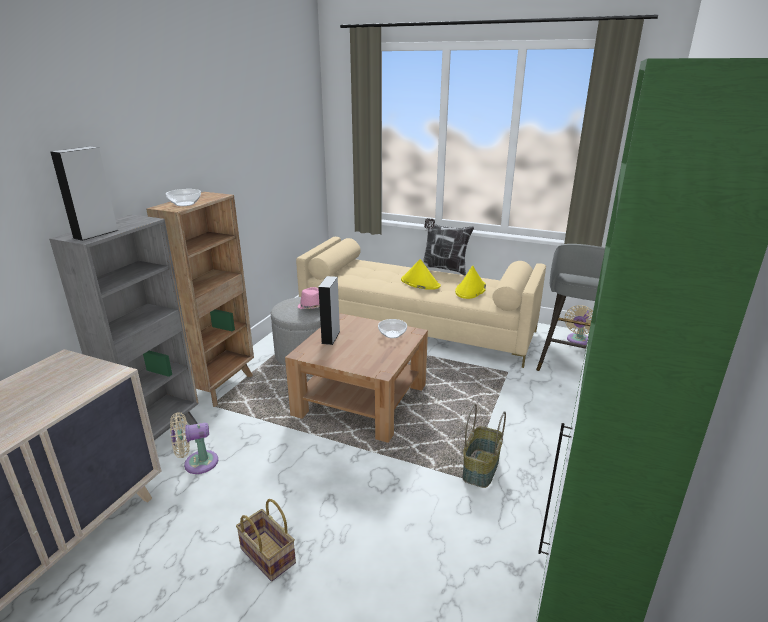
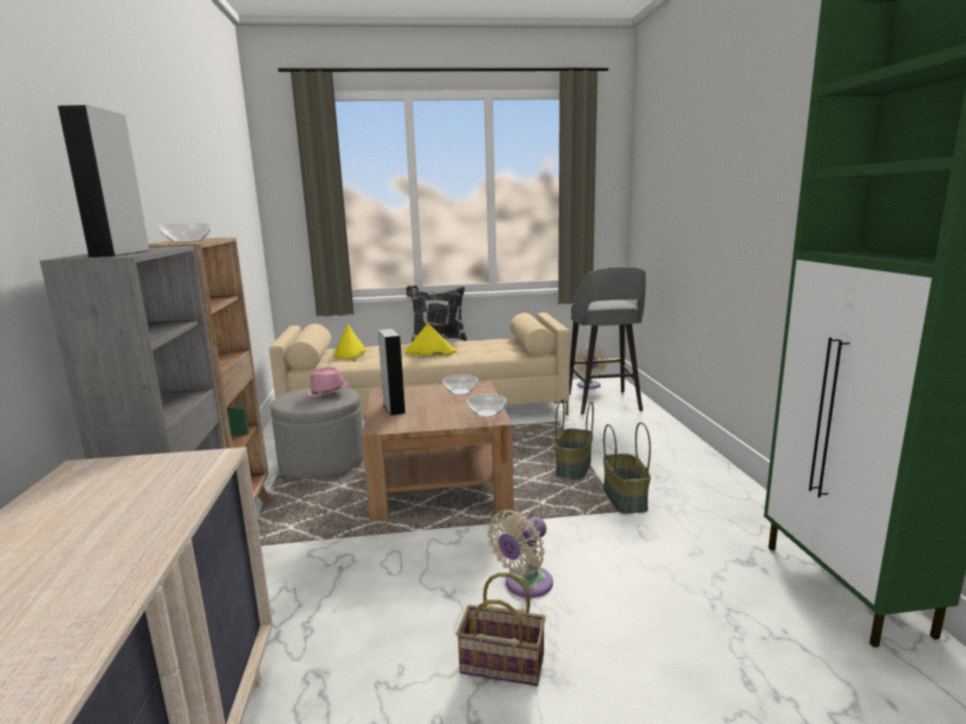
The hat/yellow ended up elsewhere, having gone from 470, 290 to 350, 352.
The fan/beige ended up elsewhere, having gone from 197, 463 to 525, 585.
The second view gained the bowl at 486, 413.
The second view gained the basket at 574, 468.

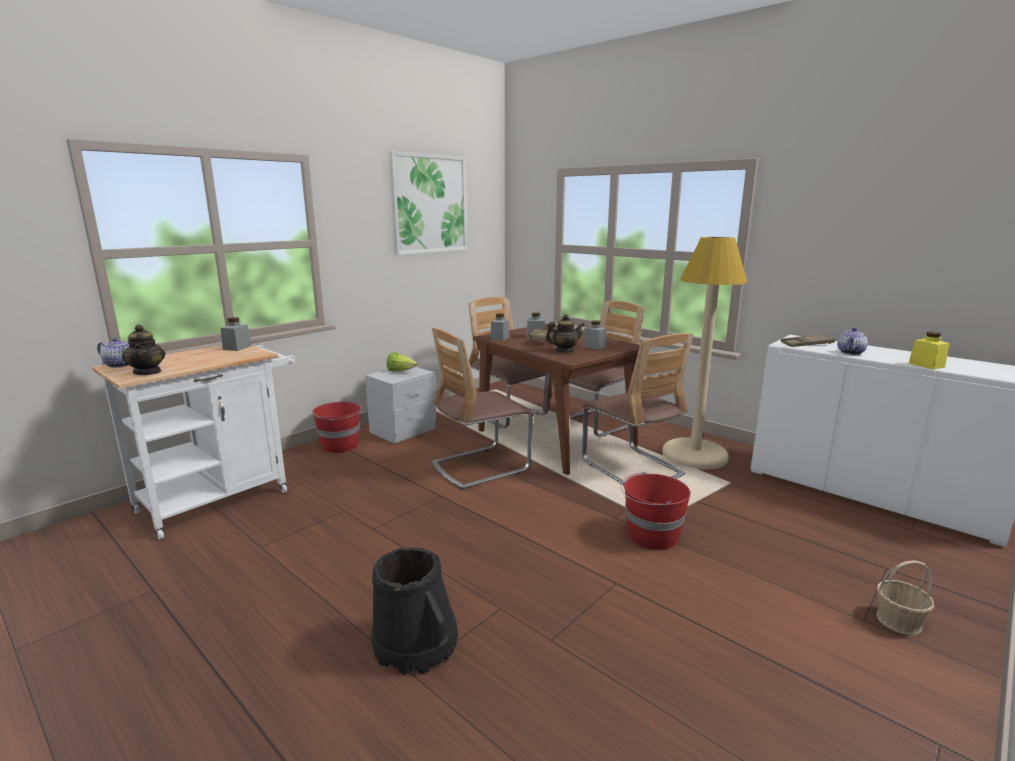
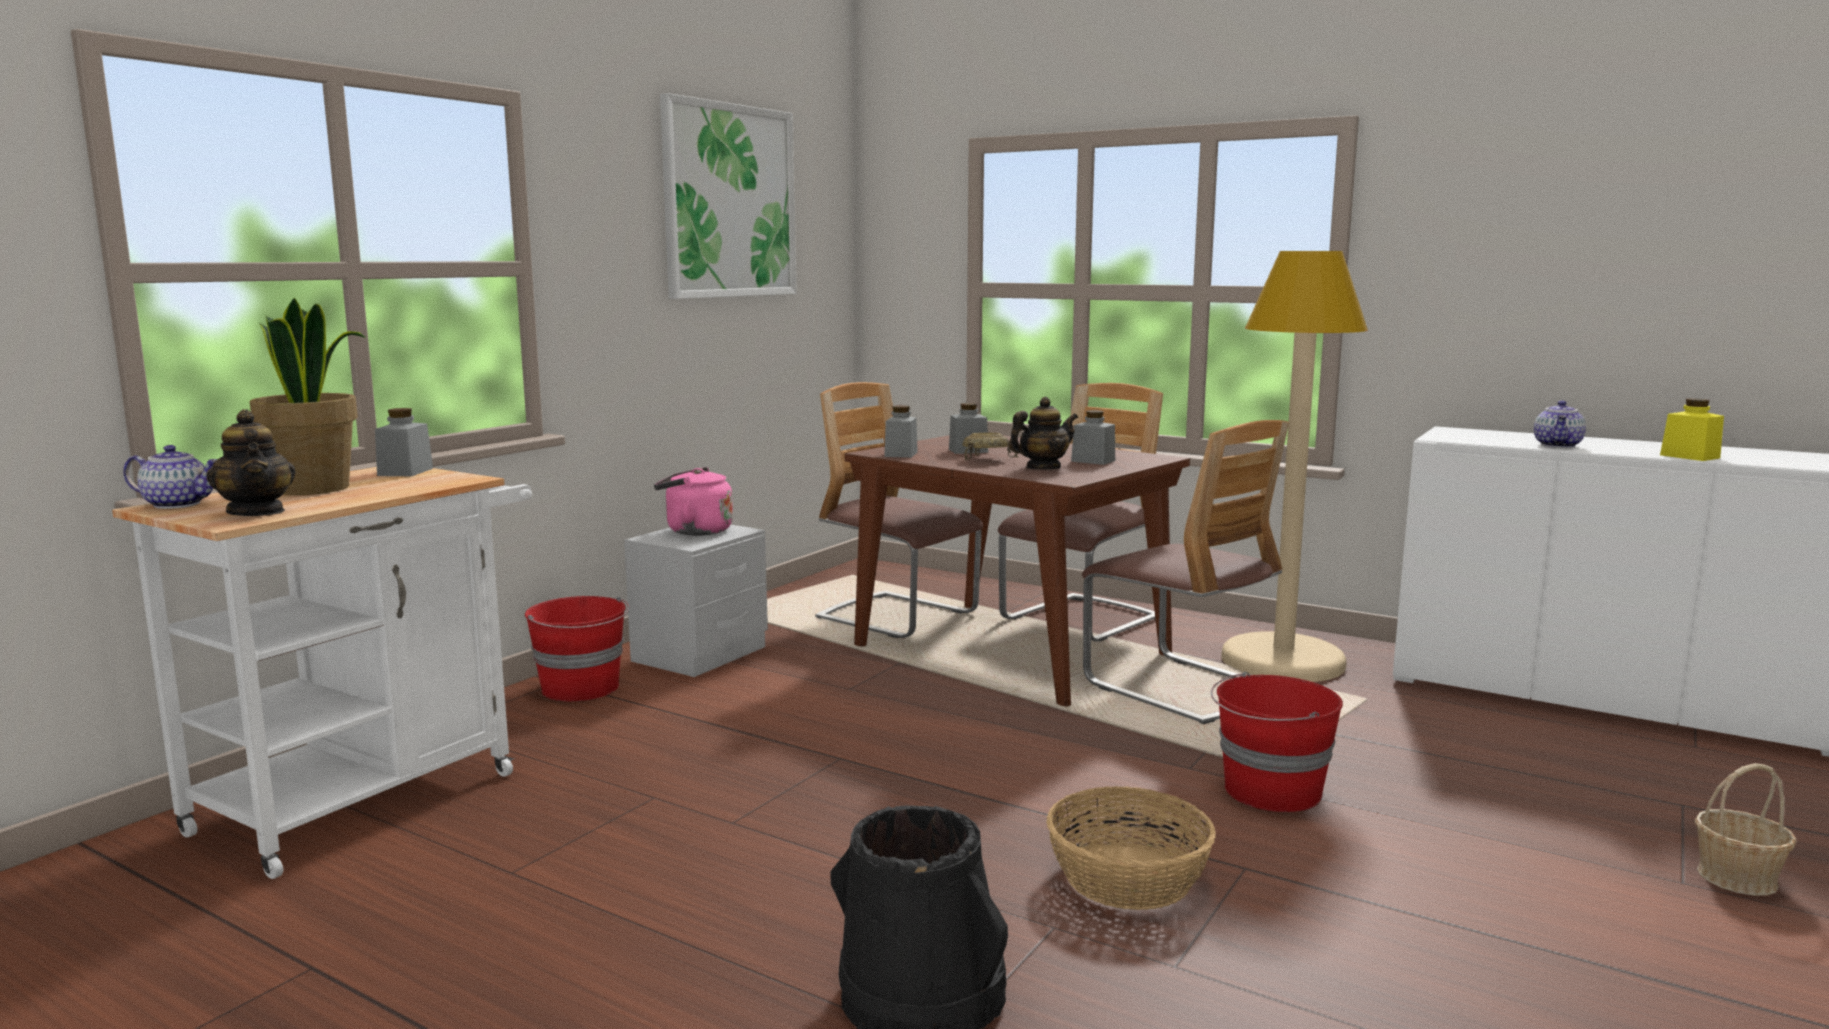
The second view lost the chair at 480, 467.
The second view lost the tray/brown at 806, 344.
Where the lettuce stood at 400, 371, the kettle/pink came to stand at 695, 531.
The second view gained the potted plant at 315, 488.
The second view gained the basket at 1126, 878.

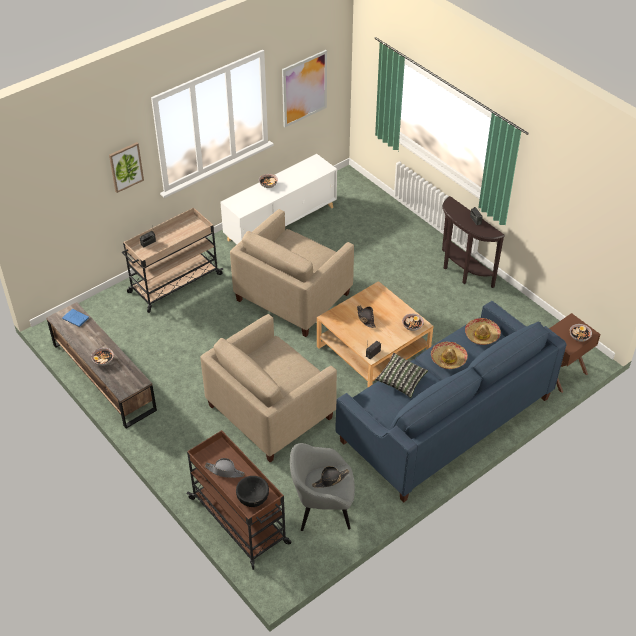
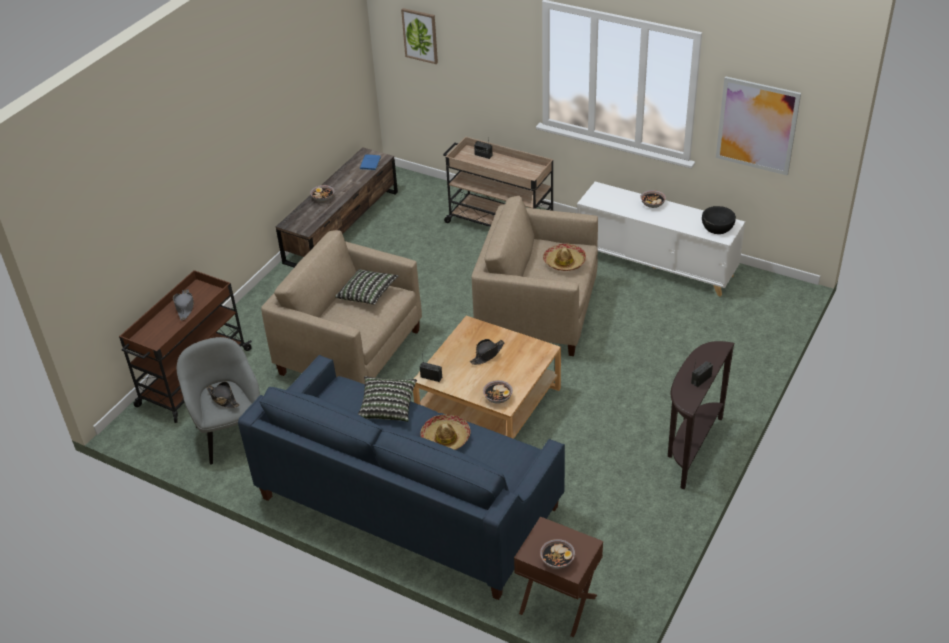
The picture ended up elsewhere, having gone from 126, 167 to 420, 35.
The hat ended up elsewhere, having gone from 482, 335 to 564, 262.
The bowl/black ended up elsewhere, having gone from 253, 497 to 717, 227.
The second view gained the pillow at 367, 294.

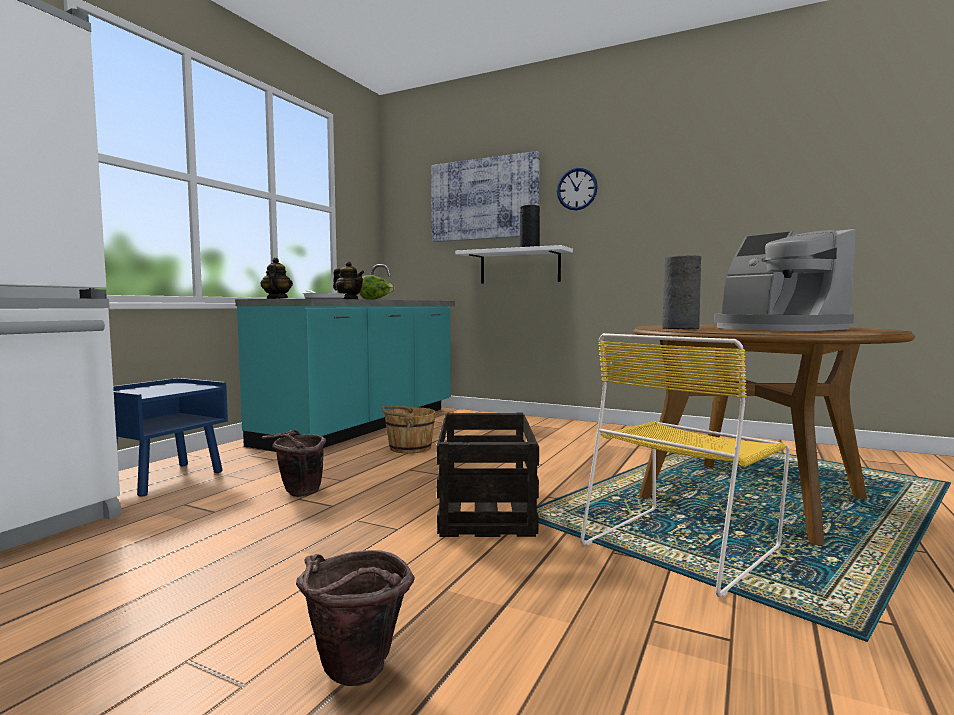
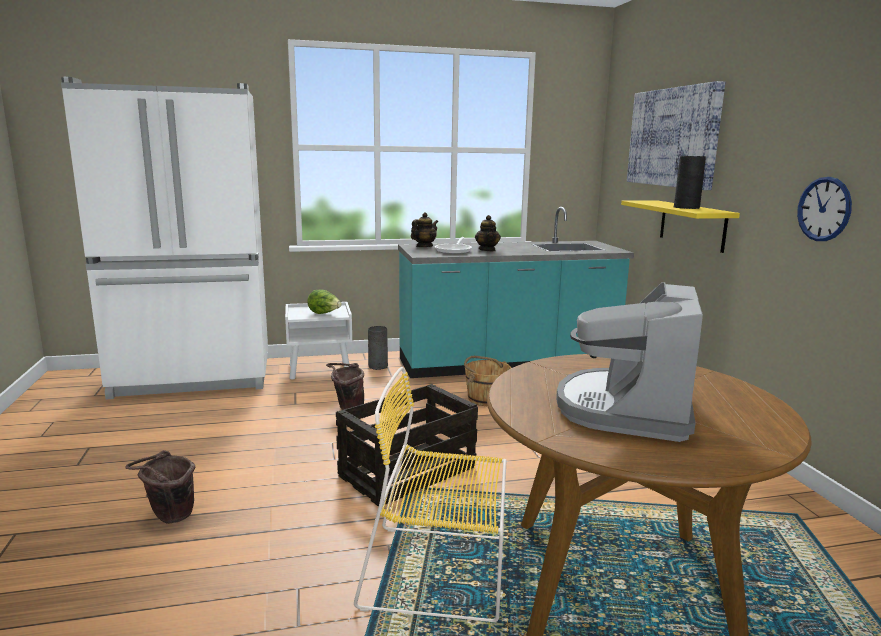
The wall clock ended up elsewhere, having gone from 577, 189 to 824, 209.
What was the shelf/white at 519, 266 turned into the shelf/yellow at 692, 225.
The vase/grey ended up elsewhere, having gone from 680, 328 to 378, 366.
The lettuce ended up elsewhere, having gone from 375, 299 to 324, 314.
What was the nightstand/blue at 165, 479 turned into the nightstand/white at 320, 370.

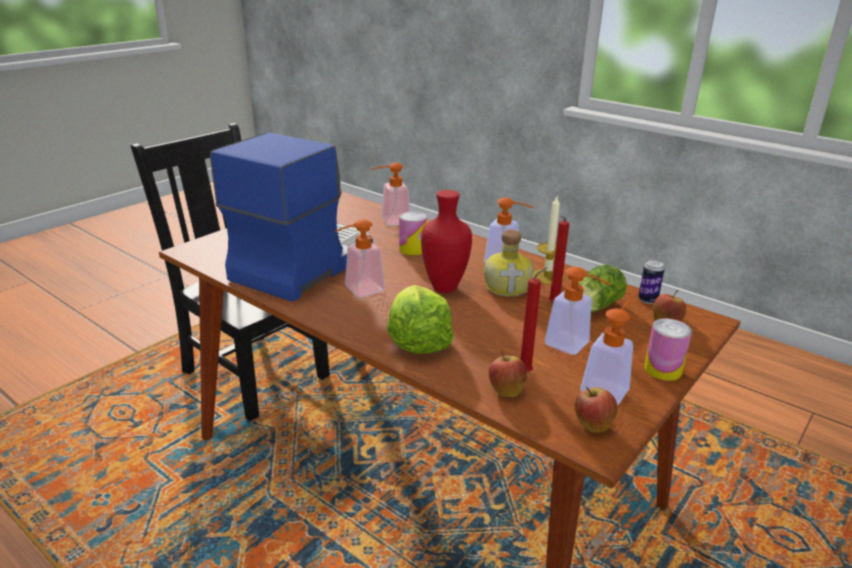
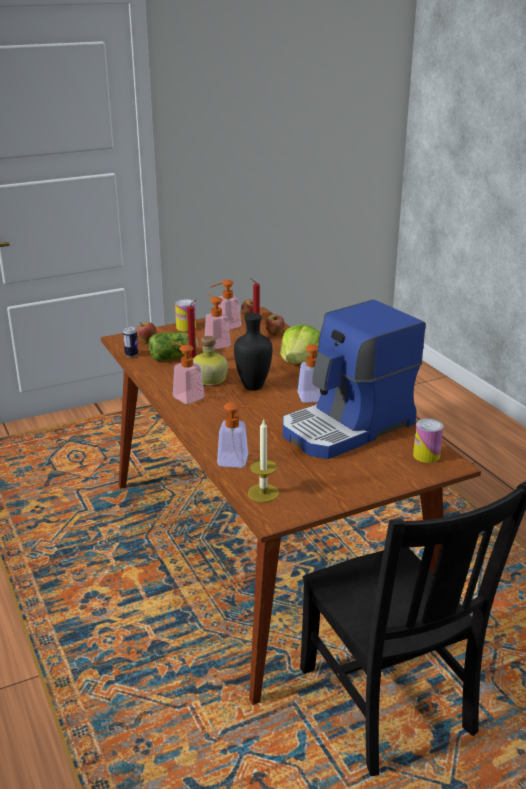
What was the vase/red at 444, 289 turned into the vase/black at 254, 386.
The candle ended up elsewhere, having gone from 547, 276 to 263, 493.
The can ended up elsewhere, having gone from 412, 249 to 426, 455.

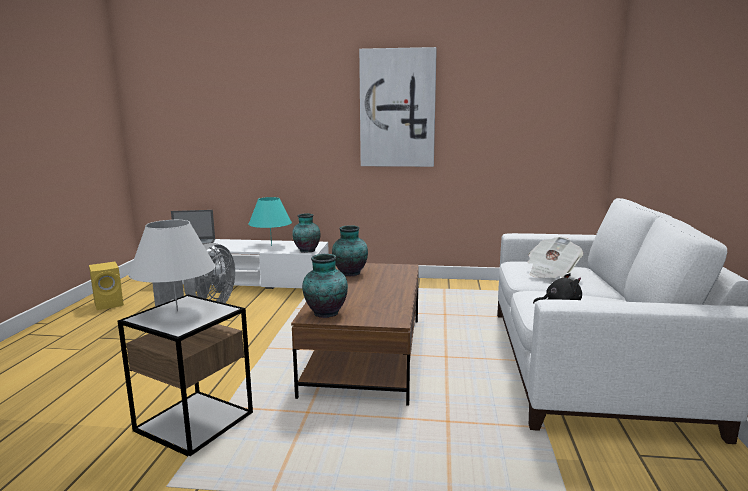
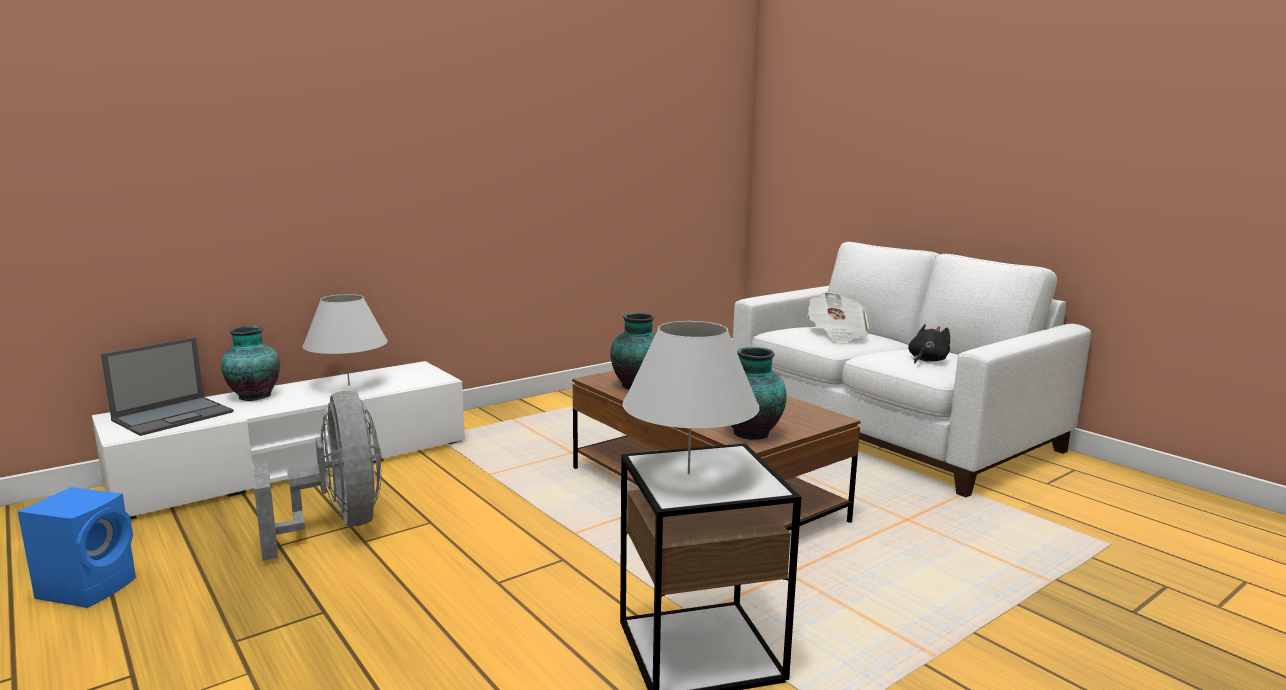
The second view lost the picture at 397, 108.
What was the table lamp/turquoise at 271, 245 turned into the table lamp/white at 348, 385.
The vase ended up elsewhere, having gone from 306, 250 to 253, 396.
What was the speaker/yellow at 110, 304 turned into the speaker/blue at 90, 587.

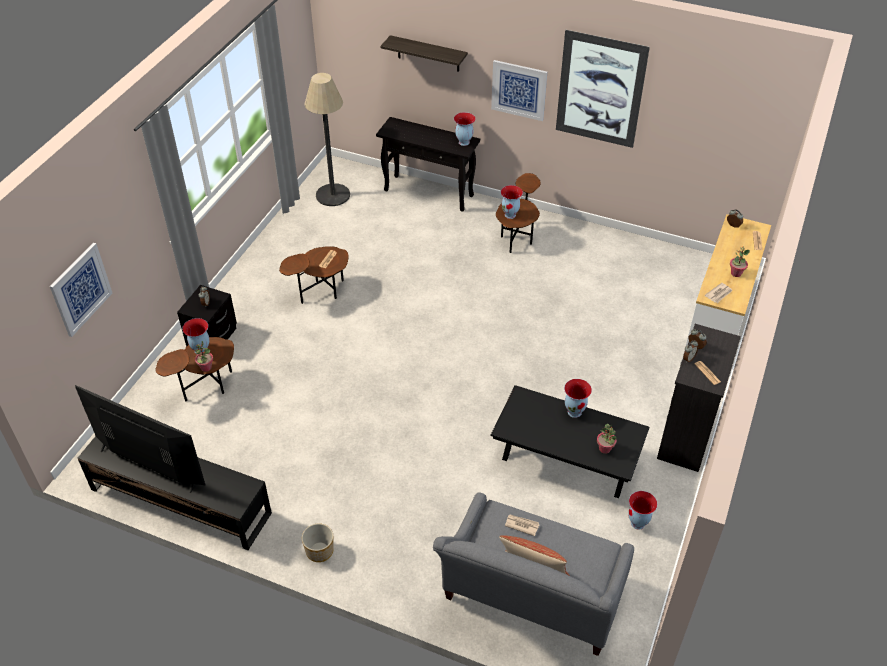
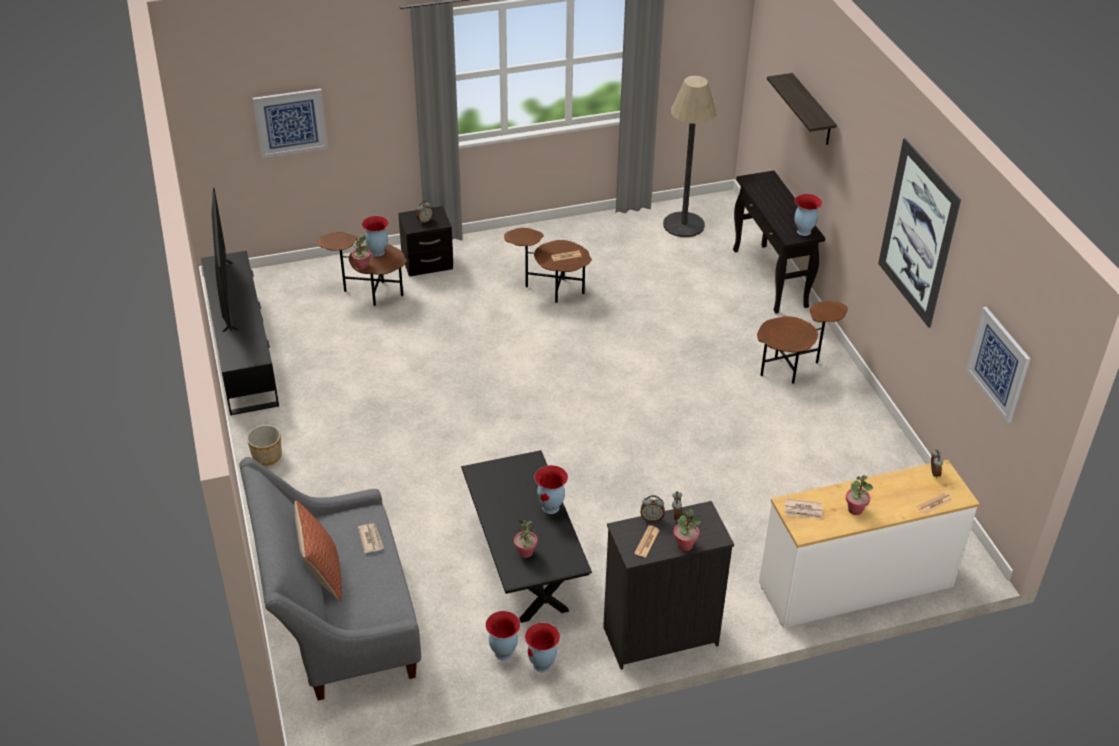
The picture ended up elsewhere, having gone from 519, 90 to 998, 364.
The vase ended up elsewhere, having gone from 510, 215 to 542, 665.
The second view gained the potted plant at 685, 545.

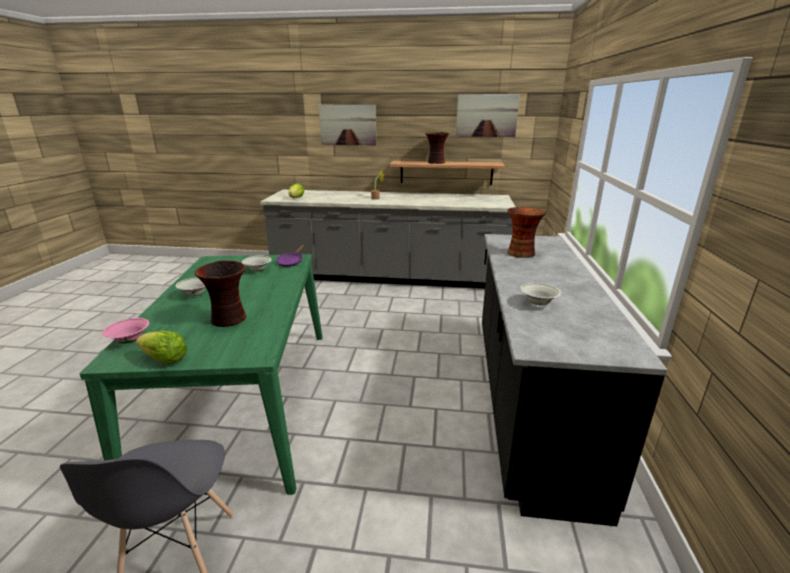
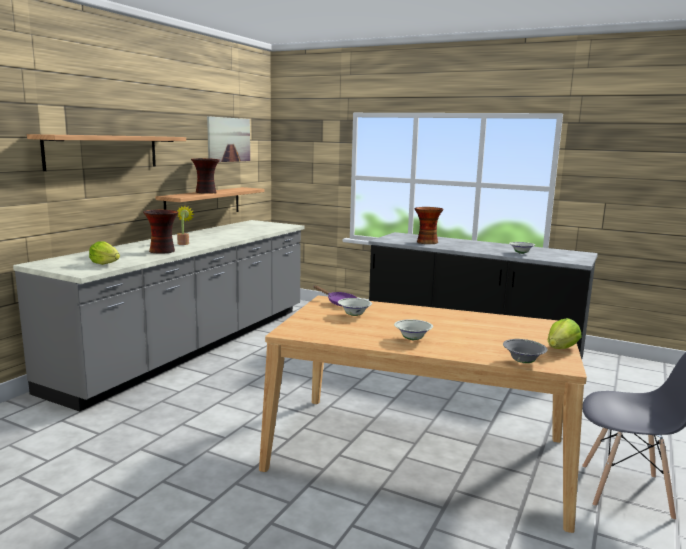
Where the picture hung at 348, 125, the shelf came to hang at 103, 152.
What was the dining table/green at 245, 398 turned into the dining table/beige at 418, 454.
The vase ended up elsewhere, having gone from 229, 319 to 163, 251.
What was the bowl/pink at 130, 341 turned into the bowl/grey at 523, 362.

